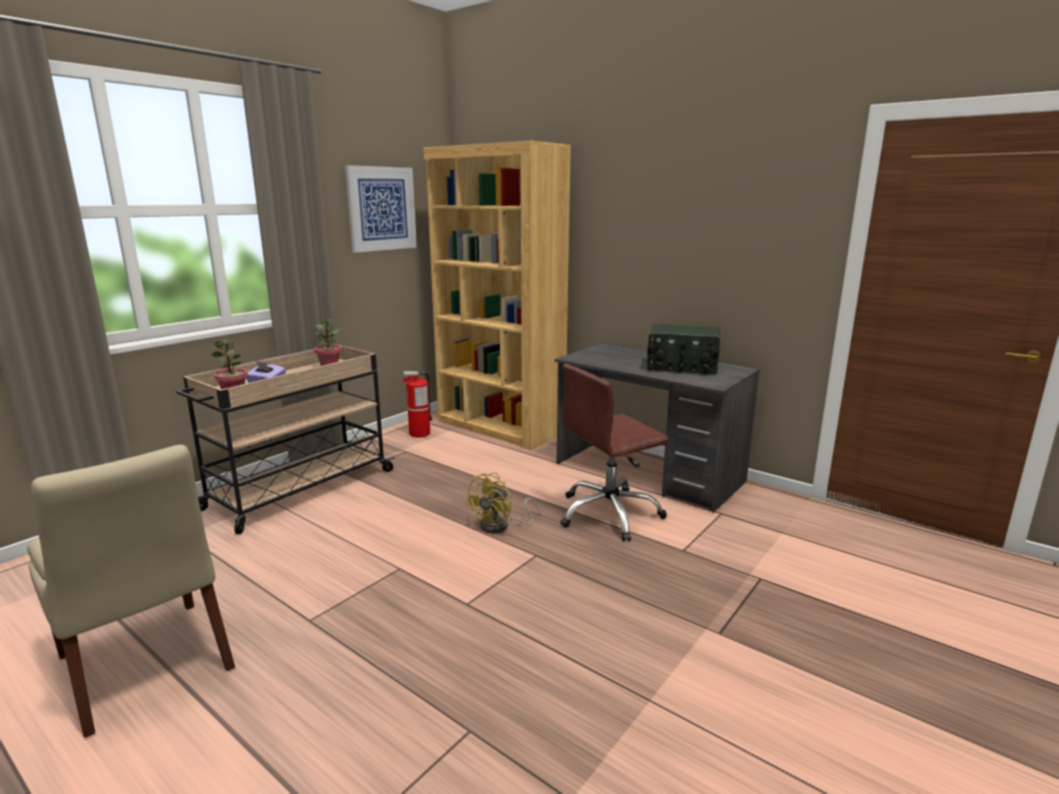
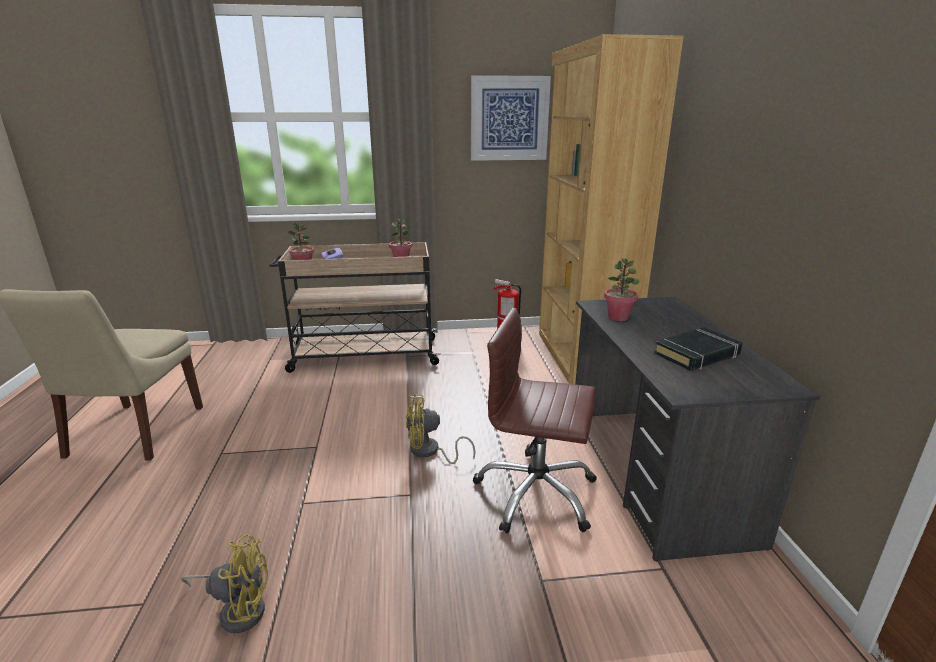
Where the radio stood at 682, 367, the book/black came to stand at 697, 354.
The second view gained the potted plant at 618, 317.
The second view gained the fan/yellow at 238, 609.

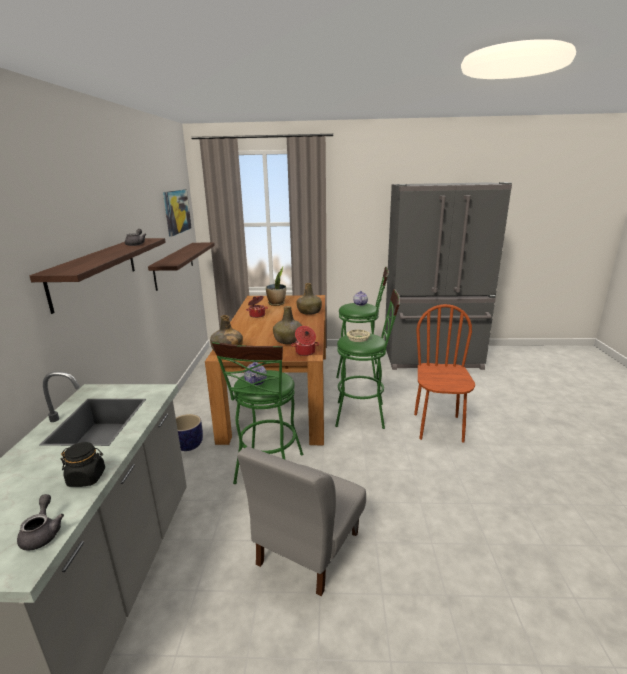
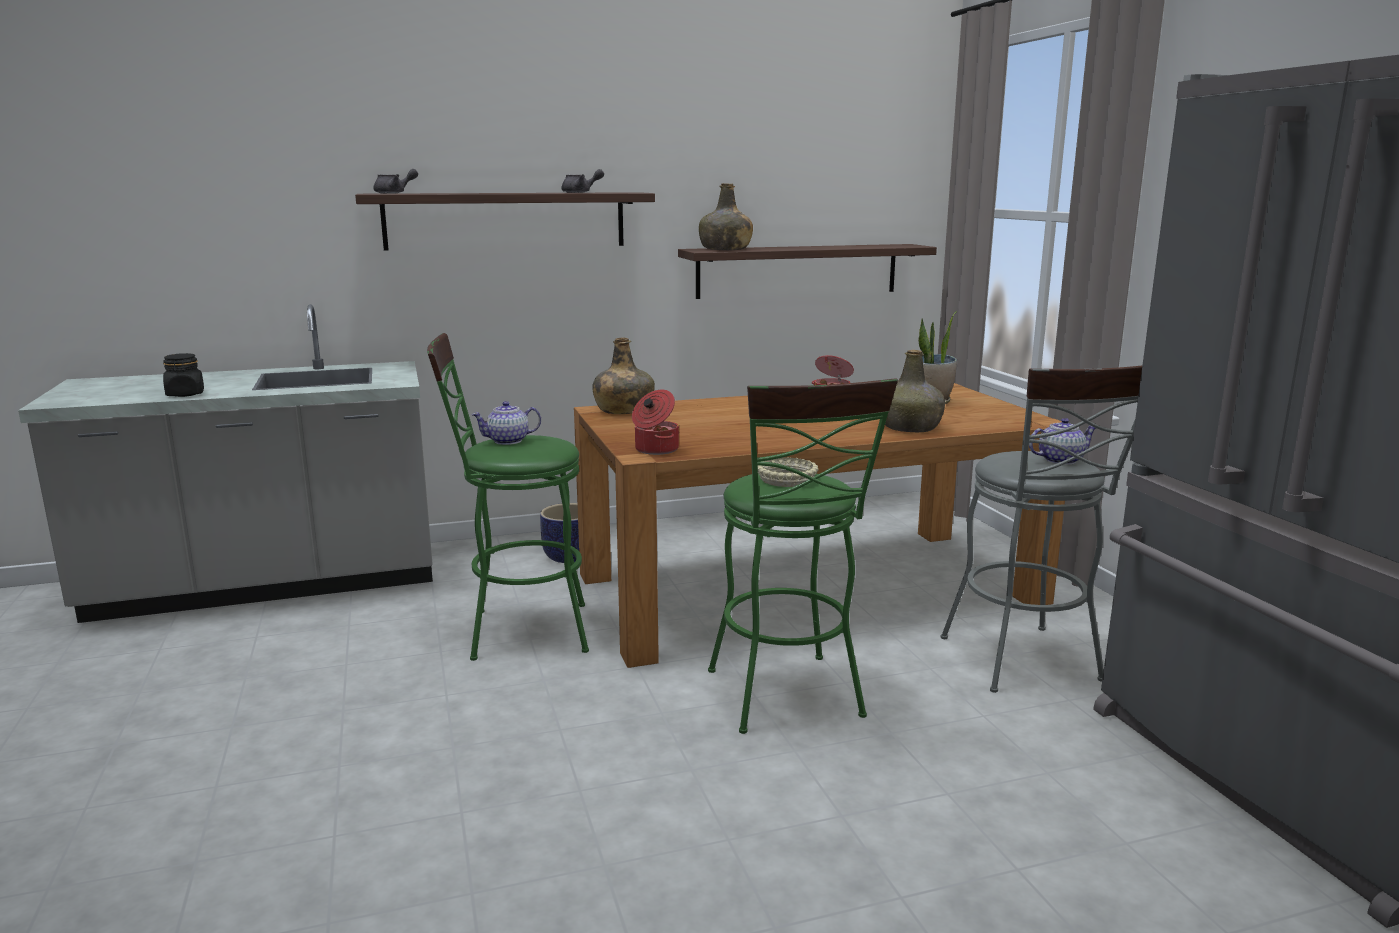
The second view lost the picture at 176, 211.
What was the stool/green at 362, 370 turned into the stool/grey at 1026, 664.
The second view lost the chair/brown at 438, 427.
The bottle/green ended up elsewhere, having gone from 289, 340 to 725, 249.
The second view lost the chair/grey at 307, 548.
The teapot/grey ended up elsewhere, having gone from 43, 533 to 394, 193.

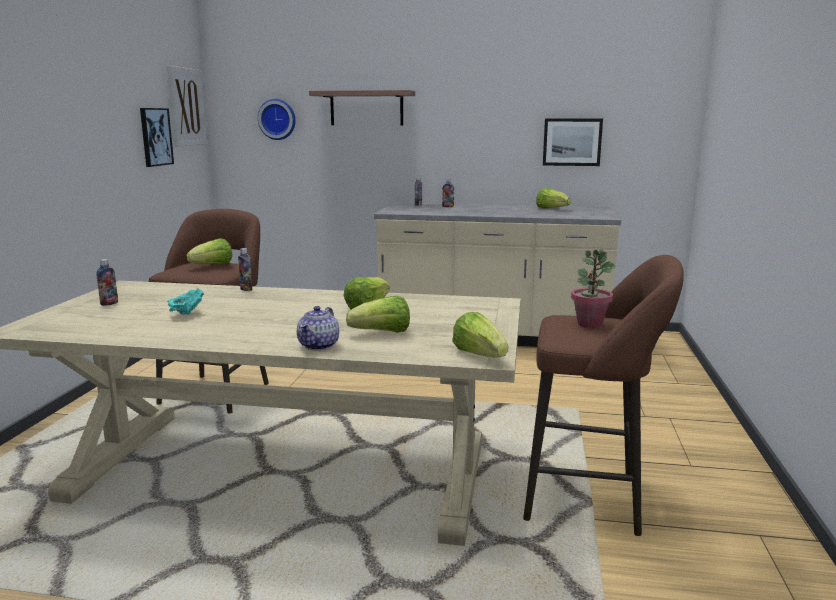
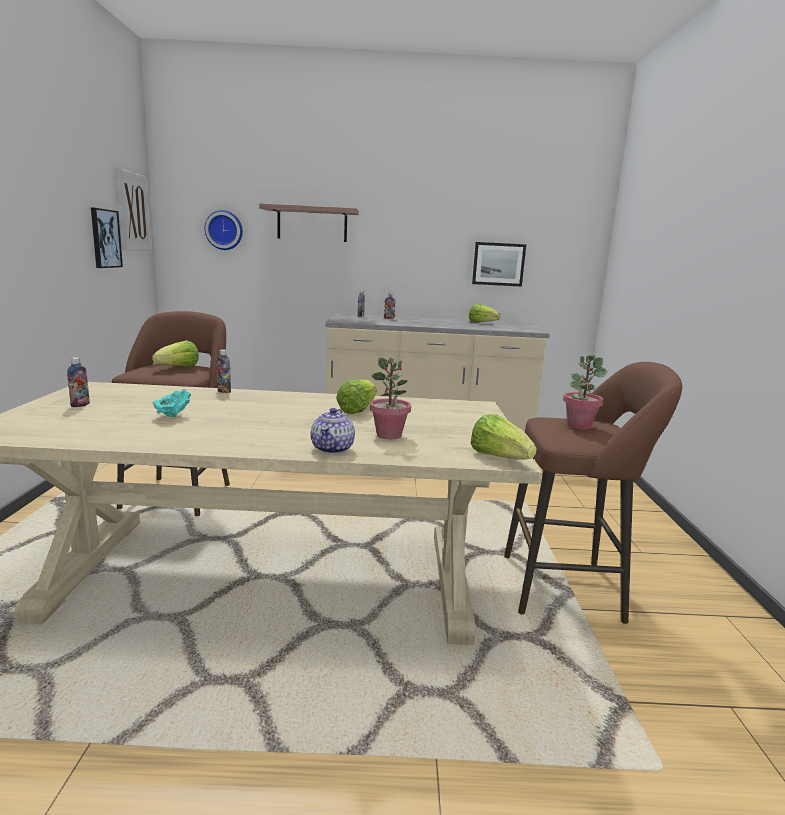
Where the lettuce stood at 382, 333, the potted plant came to stand at 389, 435.

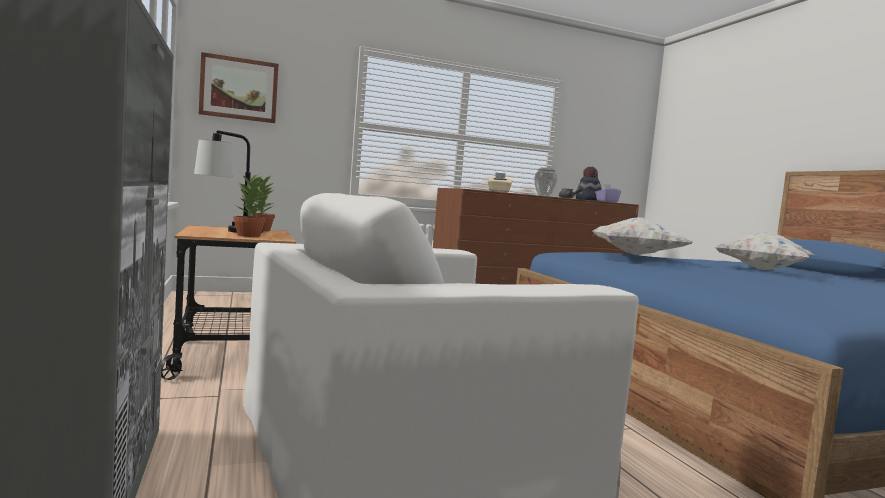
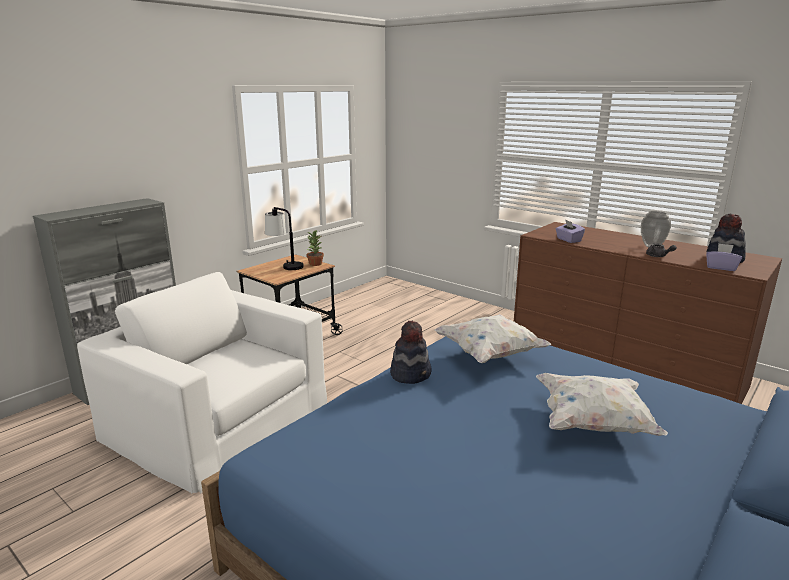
The second view lost the picture at 239, 89.
What was the tissue box/beige at 499, 191 turned into the tissue box/purple at 568, 240.
The second view lost the potted plant at 249, 235.
The second view gained the hat at 411, 374.

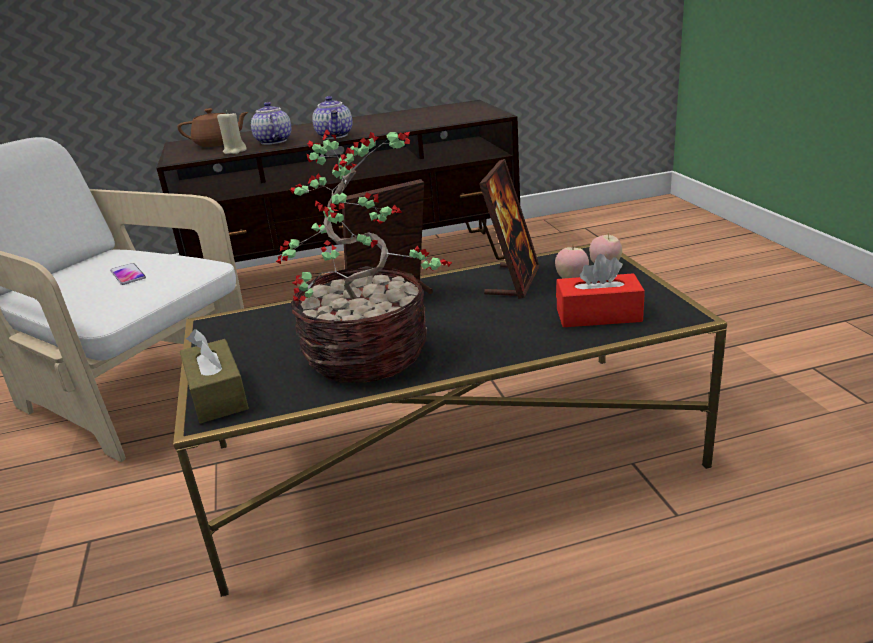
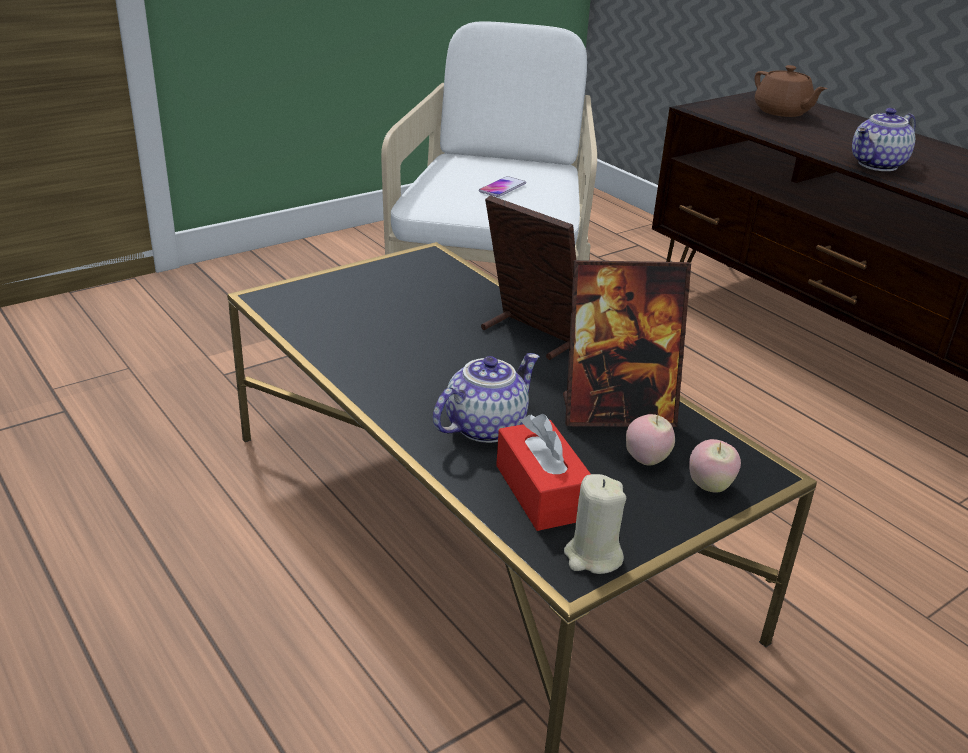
The teapot ended up elsewhere, having gone from 272, 142 to 484, 426.
The candle/beige ended up elsewhere, having gone from 234, 151 to 592, 556.
The second view lost the potted plant at 370, 354.
The second view lost the tissue box/brown at 217, 395.

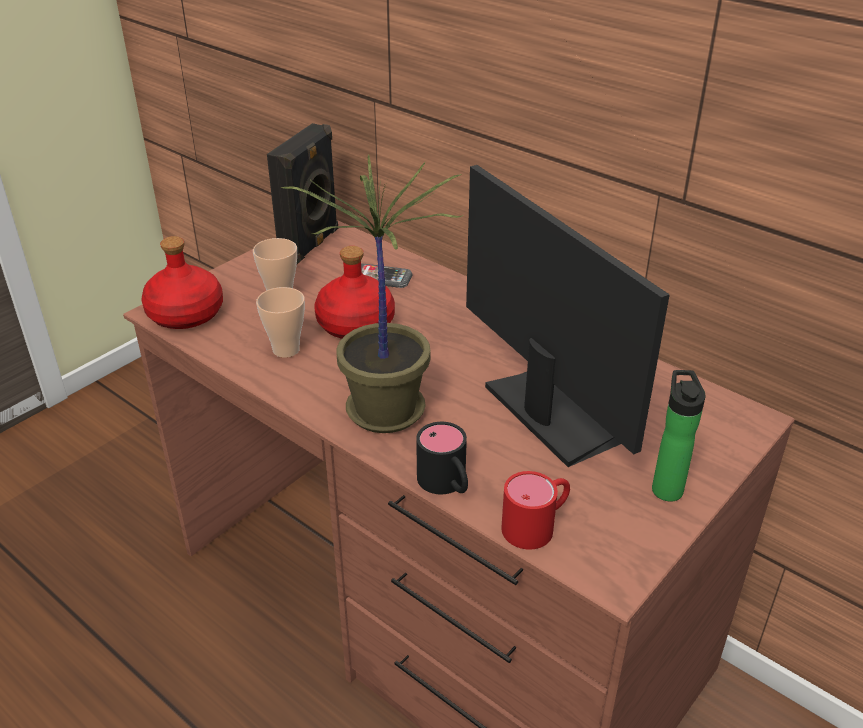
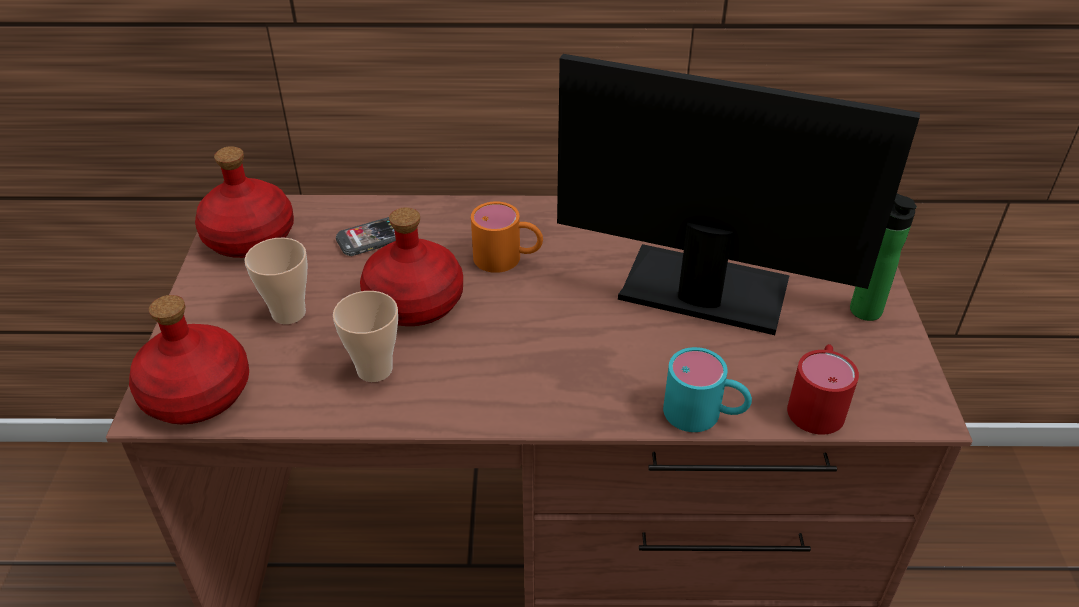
Where the speaker/black stood at 311, 245, the bottle/red came to stand at 249, 237.
The second view lost the potted plant at 383, 409.
What was the mug/black at 447, 484 turned into the mug/turquoise at 704, 414.
The second view gained the mug/orange at 508, 258.

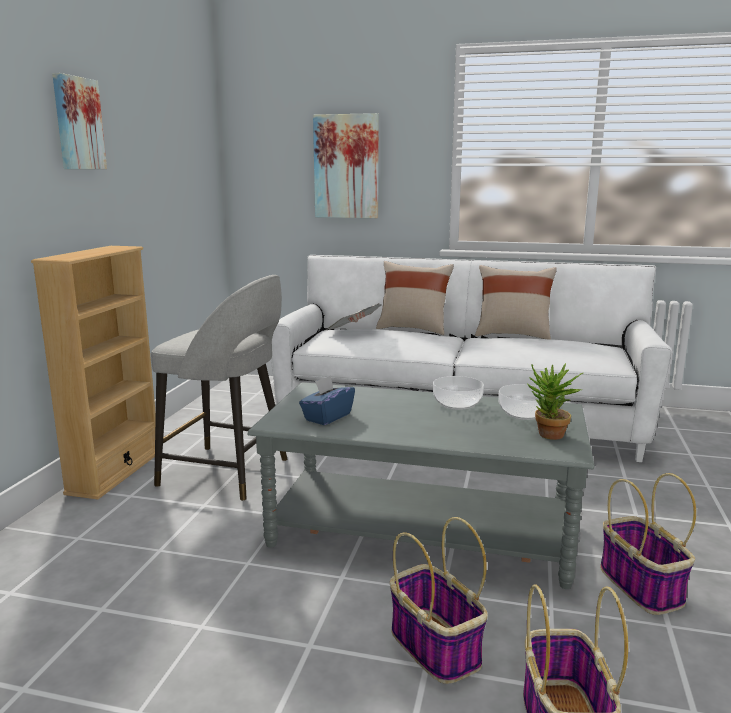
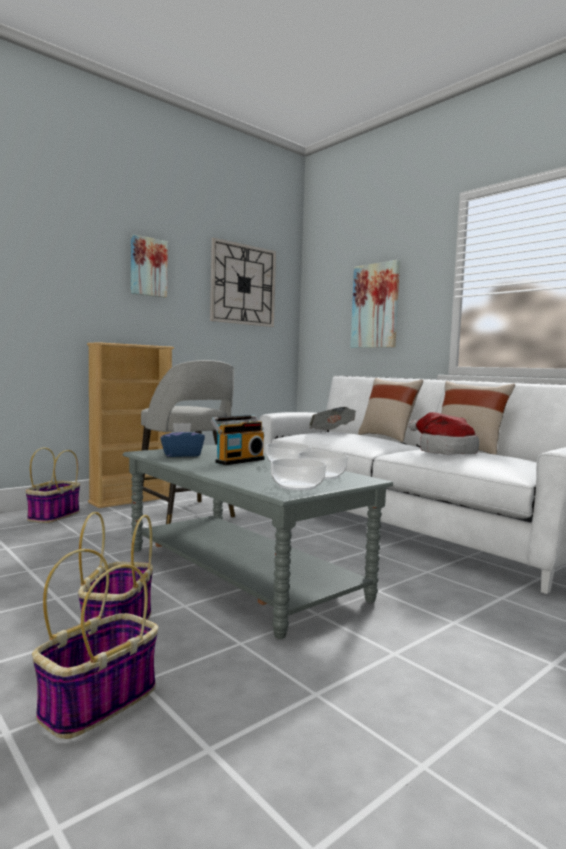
Where the potted plant stood at 548, 436, the bowl came to stand at 297, 486.
The basket ended up elsewhere, having gone from 642, 586 to 54, 516.
The second view gained the wall clock at 243, 285.
The second view gained the hat at 443, 451.
The second view gained the radio at 238, 461.

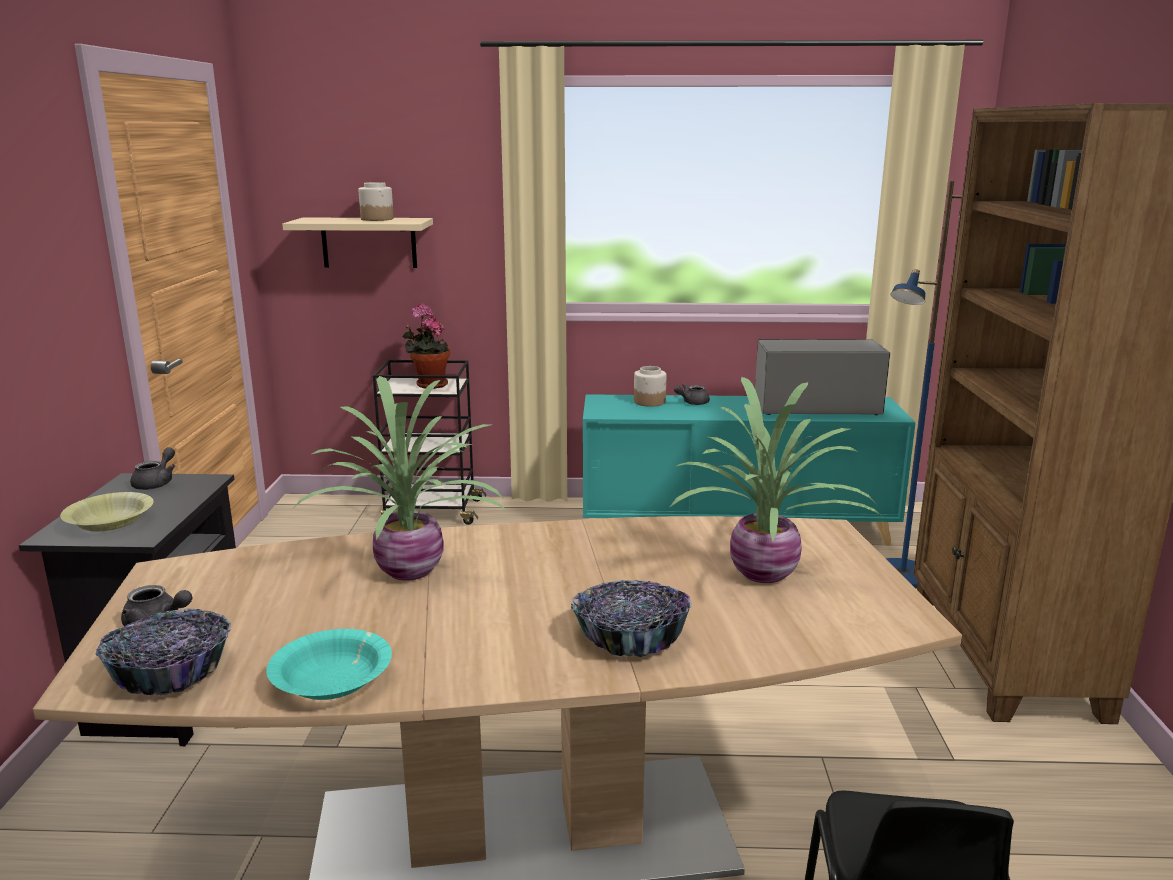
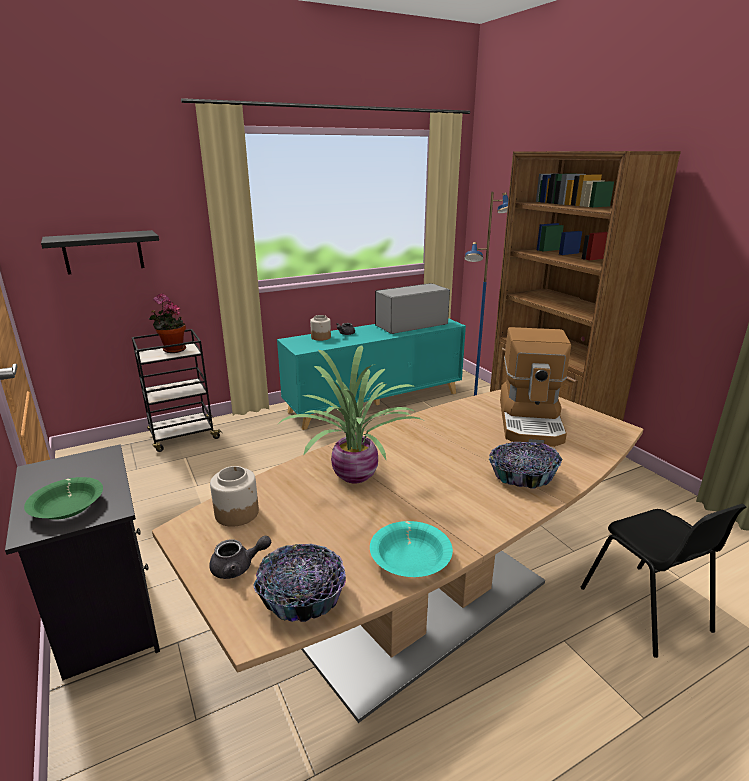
The jar ended up elsewhere, having gone from 377, 219 to 237, 513.
What was the shelf/beige at 369, 242 turned into the shelf/black at 103, 252.
Where the potted plant stood at 766, 572, the coffee machine came to stand at 531, 421.
The second view lost the teapot/grey at 157, 483.
What was the bowl/yellow at 110, 522 turned into the bowl/green at 68, 507.

